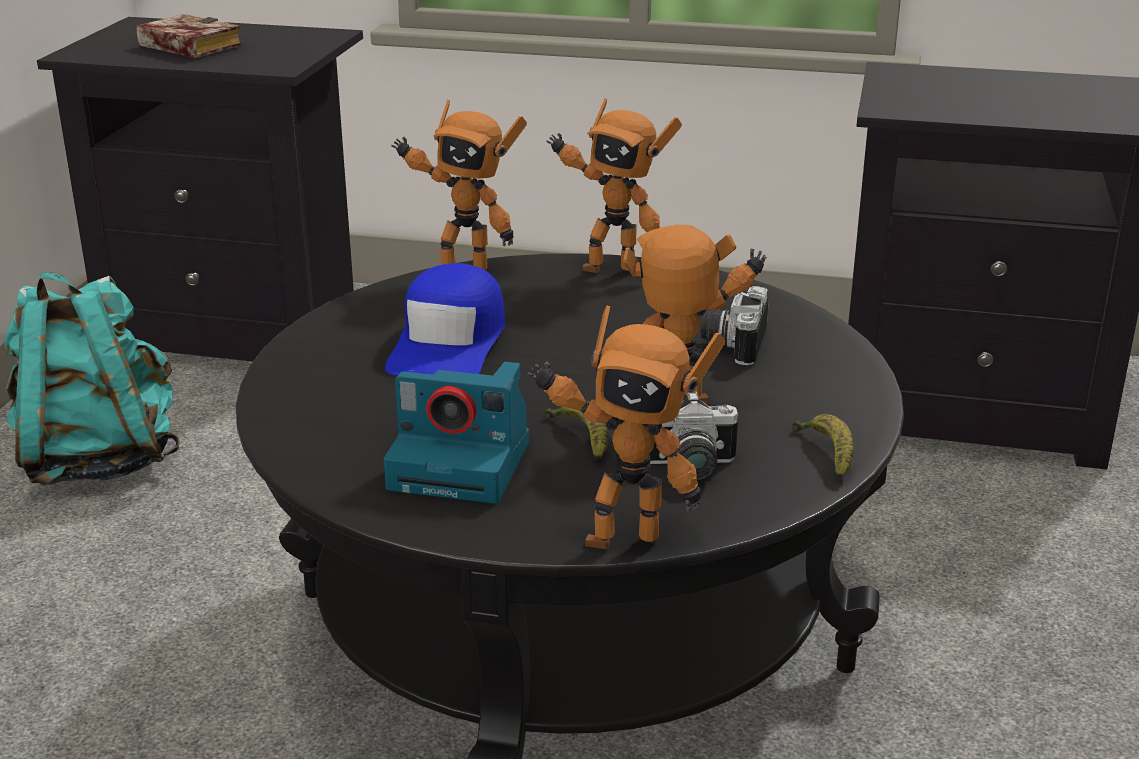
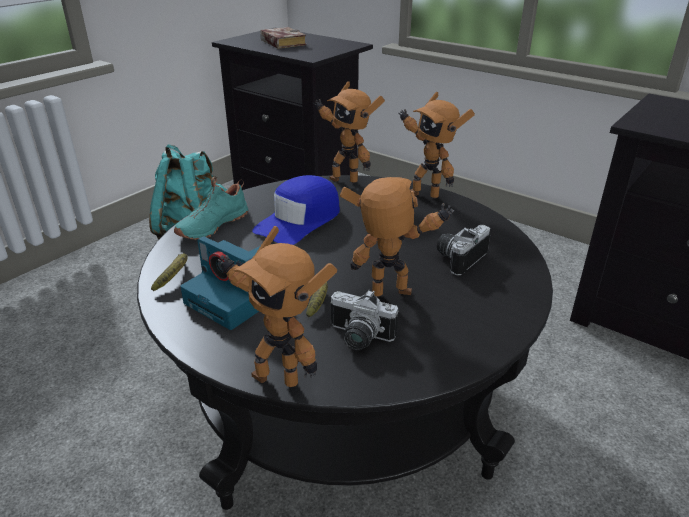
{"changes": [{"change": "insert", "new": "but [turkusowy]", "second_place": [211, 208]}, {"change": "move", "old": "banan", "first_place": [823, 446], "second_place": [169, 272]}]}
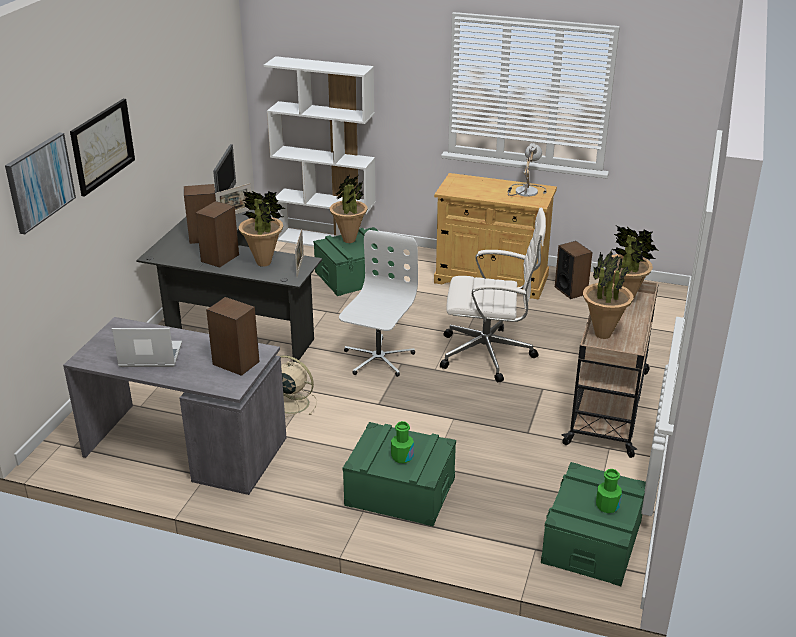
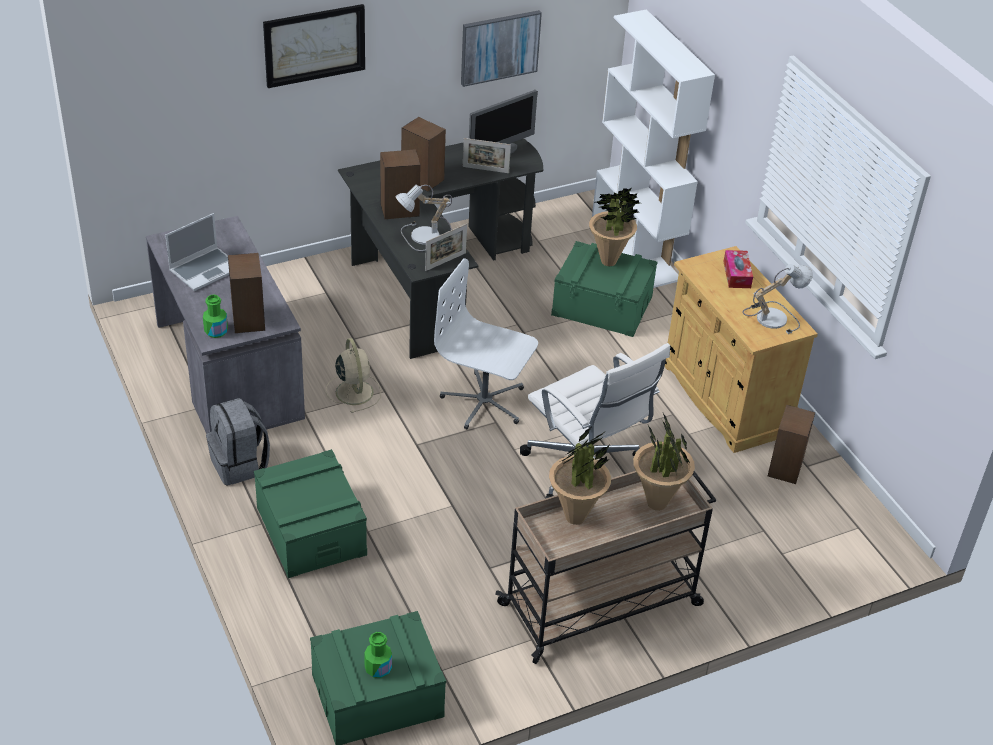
{"changes": [{"change": "insert", "new": "plecak [szary]", "second_place": [238, 442]}, {"change": "insert", "new": "pudełko chusteczek", "second_place": [738, 269]}, {"change": "move", "old": "obraz", "first_place": [40, 183], "second_place": [501, 48]}, {"change": "move", "old": "butelka [zielony]", "first_place": [402, 442], "second_place": [215, 316]}, {"change": "replace", "old": "roślina doniczkowa", "new": "lampa stołowa", "first_place": [262, 229], "second_place": [423, 217]}, {"change": "rotate", "old": "laptop", "first_place": [147, 347], "second_place": [197, 252], "degrees": 90}, {"change": "rotate", "old": "krzesło biurowe [biały]", "first_place": [378, 303], "second_place": [486, 344], "degrees": -135}]}
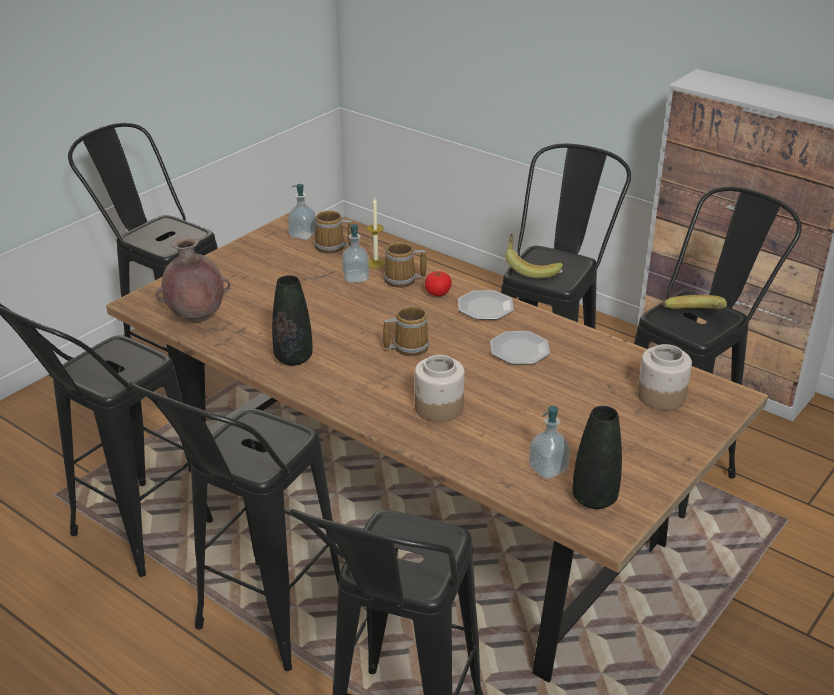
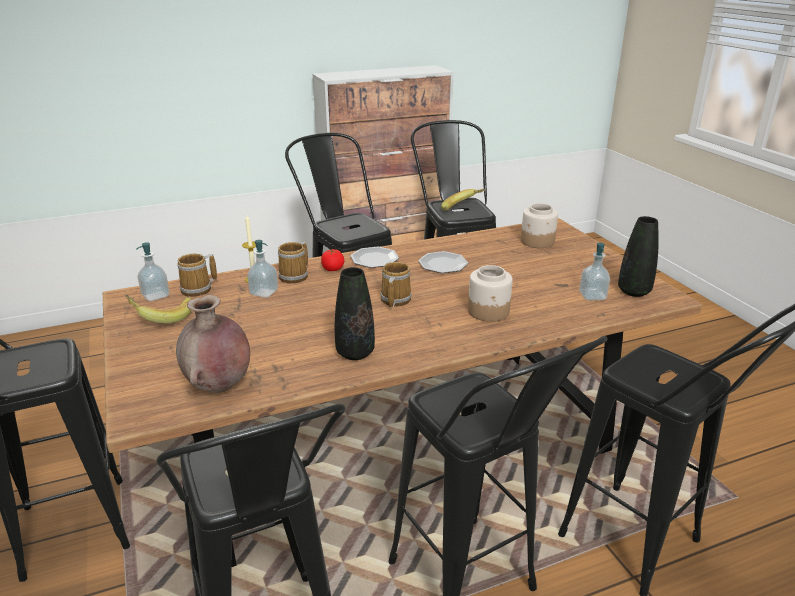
{"changes": [{"change": "move", "old": "banan", "first_place": [534, 256], "second_place": [158, 309]}]}
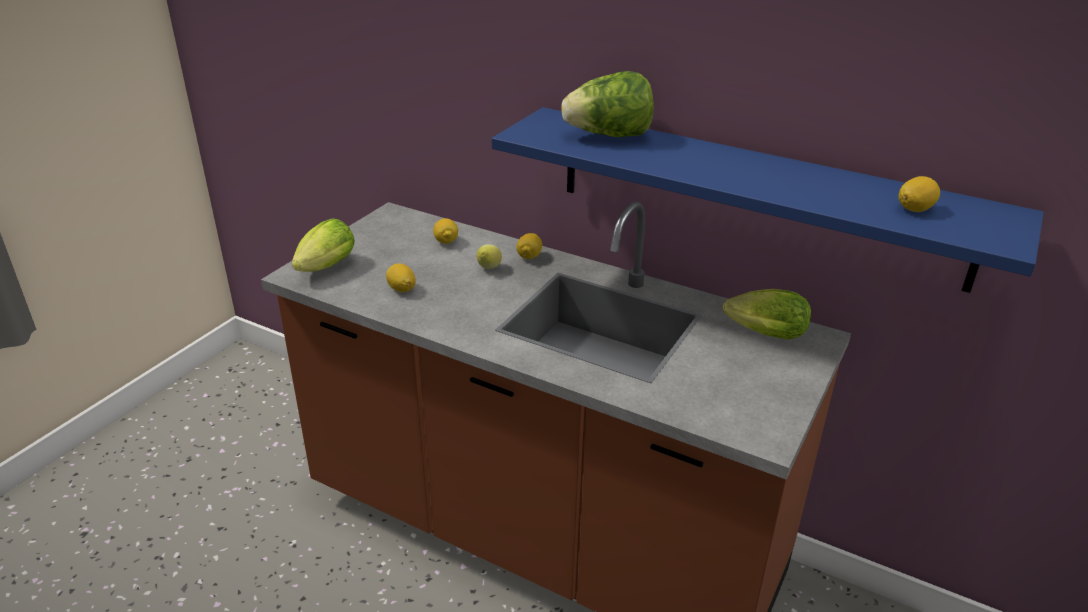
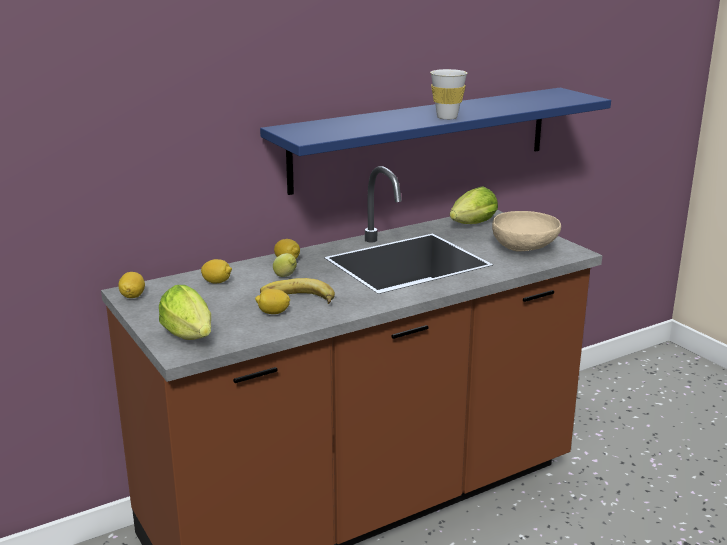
{"changes": [{"change": "delete", "old": "sałata", "first_place": [607, 104]}, {"change": "insert", "new": "banan", "second_place": [297, 291]}, {"change": "insert", "new": "filiżanka [biały]", "second_place": [448, 94]}, {"change": "insert", "new": "miska [beżowy]", "second_place": [526, 231]}, {"change": "move", "old": "cytryna", "first_place": [919, 194], "second_place": [132, 285]}]}
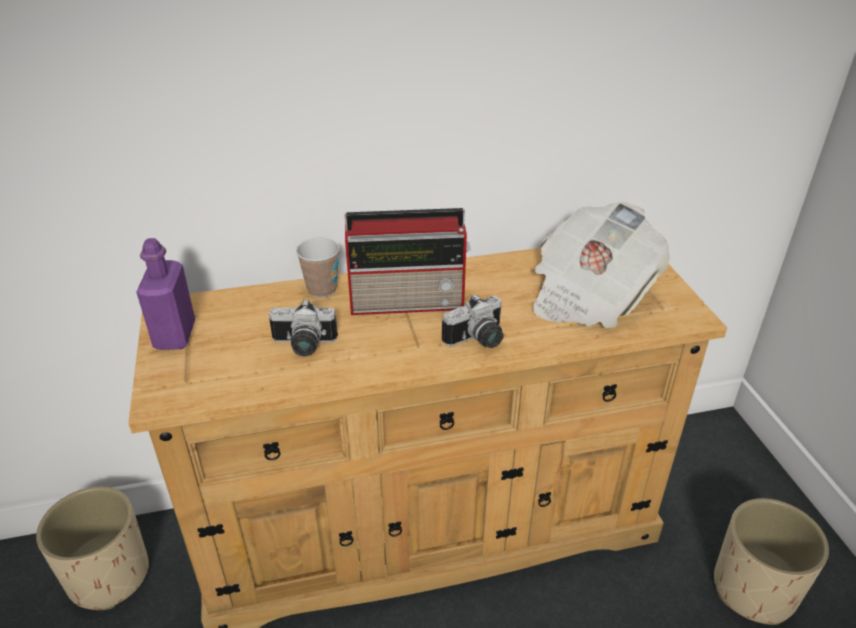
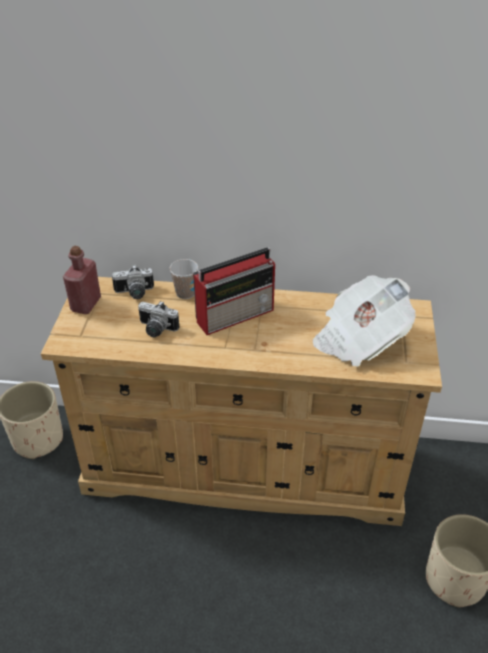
{"changes": [{"change": "move", "old": "aparat fotograficzny", "first_place": [473, 321], "second_place": [133, 282]}, {"change": "recolor", "old": "butelka [fioletowy]", "new": "butelka [czerwony]", "first_place": [165, 294], "second_place": [82, 280]}, {"change": "rotate", "old": "radio", "first_place": [408, 261], "second_place": [234, 291], "degrees": -45}]}
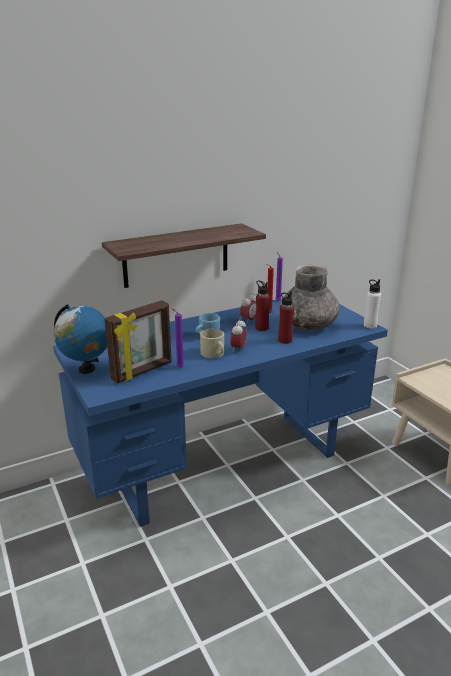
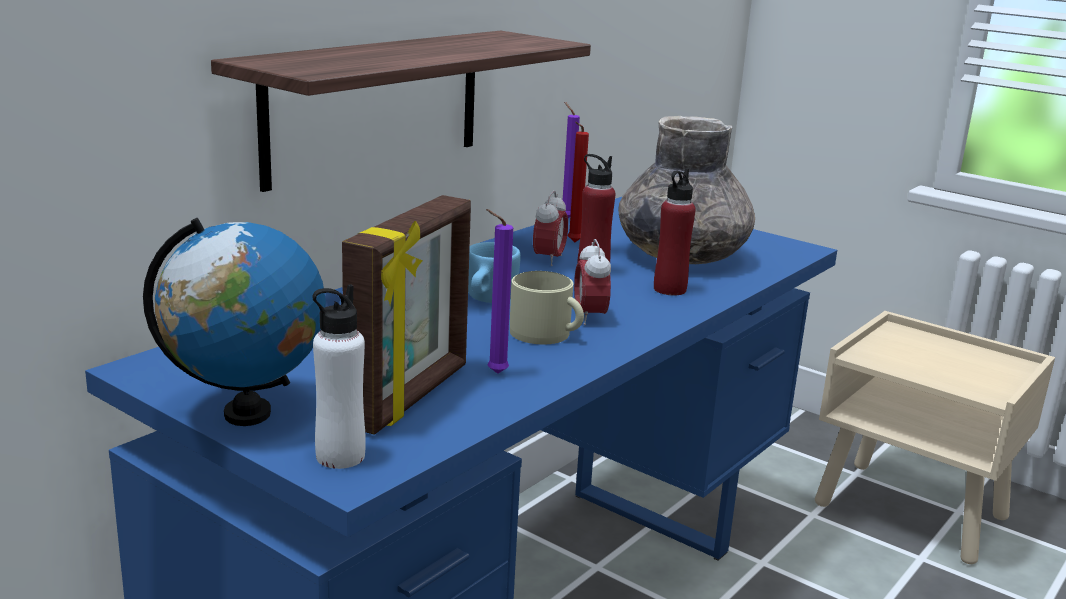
{"changes": [{"change": "move", "old": "butelka [biały]", "first_place": [372, 304], "second_place": [339, 376]}]}
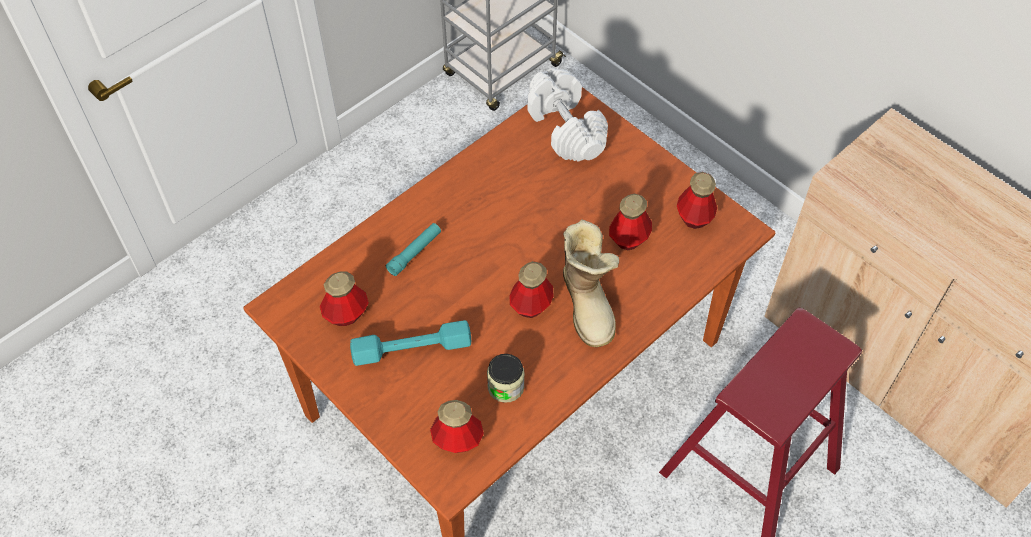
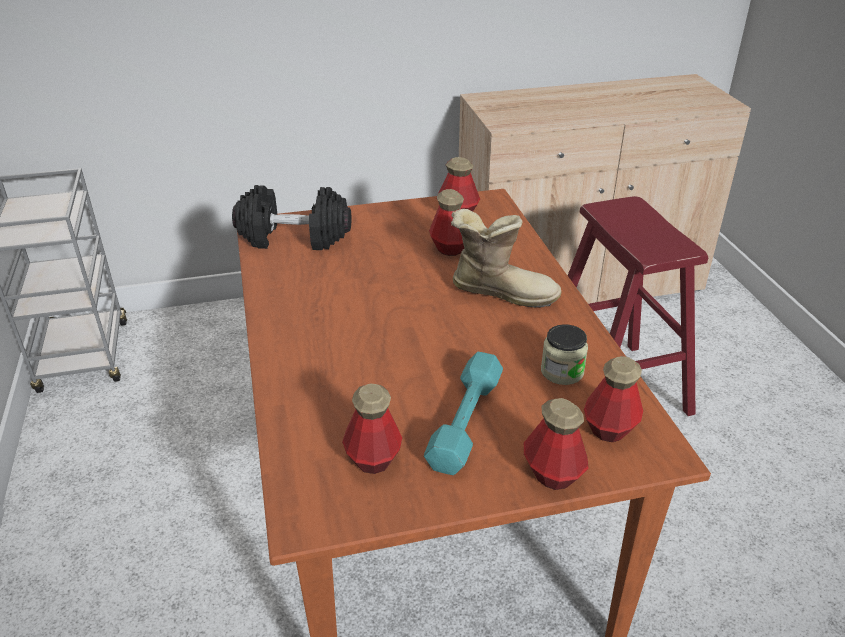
{"changes": [{"change": "delete", "old": "latarka [turkusowy]", "first_place": [413, 249]}, {"change": "move", "old": "butelka", "first_place": [531, 289], "second_place": [556, 444]}, {"change": "recolor", "old": "hantel [biały]", "new": "hantel [czarny]", "first_place": [567, 115], "second_place": [291, 217]}]}
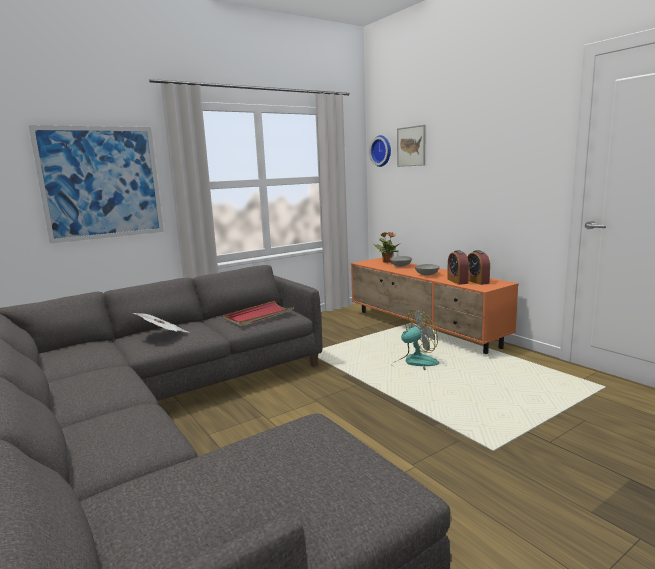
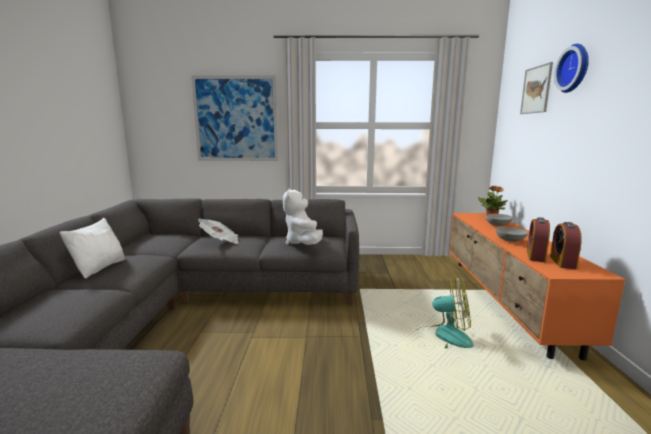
{"changes": [{"change": "insert", "new": "poduszka [biały]", "second_place": [92, 248]}, {"change": "move", "old": "zegar ścienny", "first_place": [380, 151], "second_place": [571, 68]}, {"change": "replace", "old": "taca [czerwony]", "new": "pluszak [biały]", "first_place": [259, 314], "second_place": [303, 217]}]}
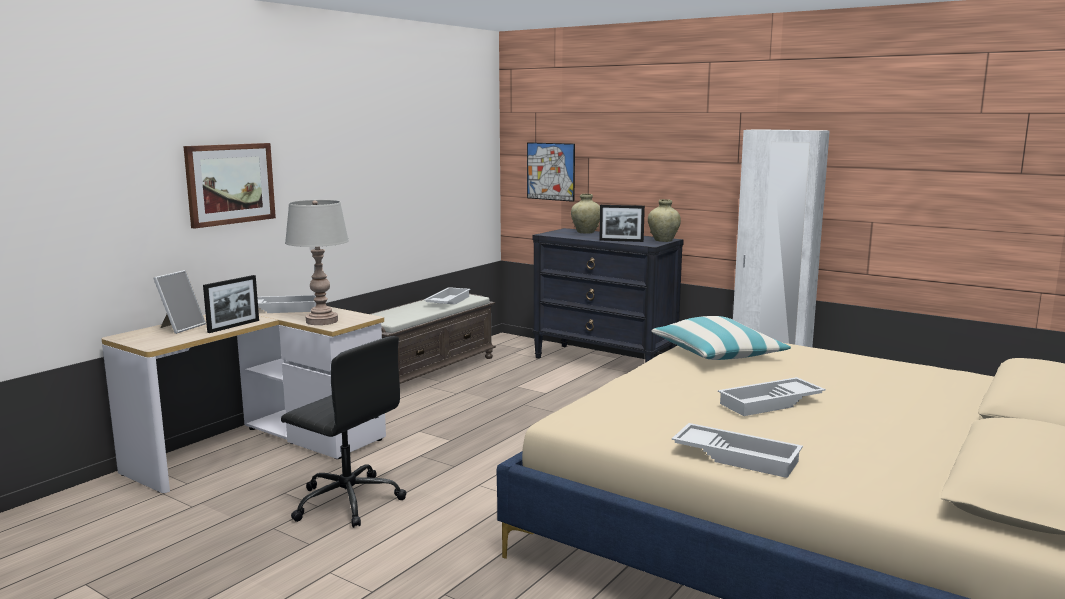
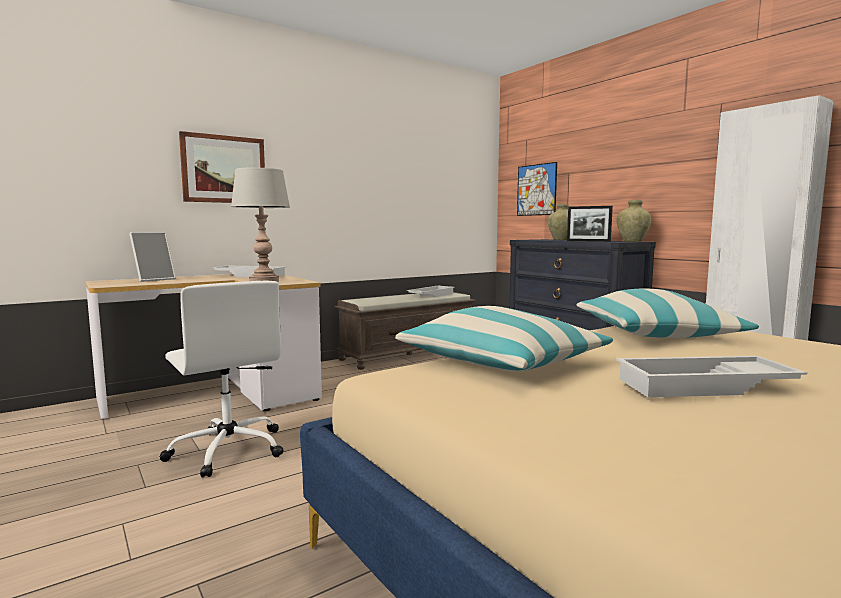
{"changes": [{"change": "delete", "old": "ramka na zdjęcie", "first_place": [231, 304]}, {"change": "delete", "old": "taca [biały]", "first_place": [737, 450]}, {"change": "insert", "new": "poduszka", "second_place": [504, 339]}, {"change": "recolor", "old": "krzesło biurowe [czarny]", "new": "krzesło biurowe [biały]", "first_place": [344, 432], "second_place": [221, 379]}]}
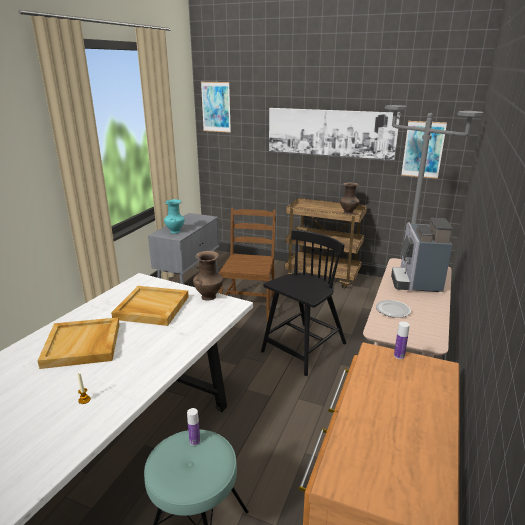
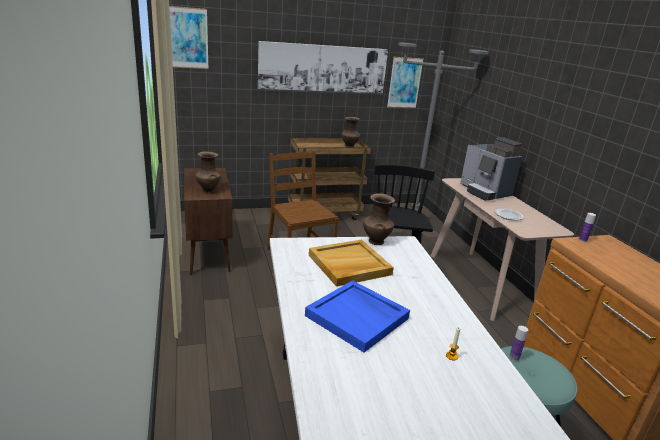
{"changes": [{"change": "recolor", "old": "taca [beżowy]", "new": "taca [niebieski]", "first_place": [79, 343], "second_place": [357, 316]}, {"change": "recolor", "old": "szafka [szary]", "new": "szafka [brązowy]", "first_place": [183, 248], "second_place": [208, 221]}, {"change": "recolor", "old": "wazon [turkusowy]", "new": "wazon [brązowy]", "first_place": [174, 216], "second_place": [208, 172]}]}
